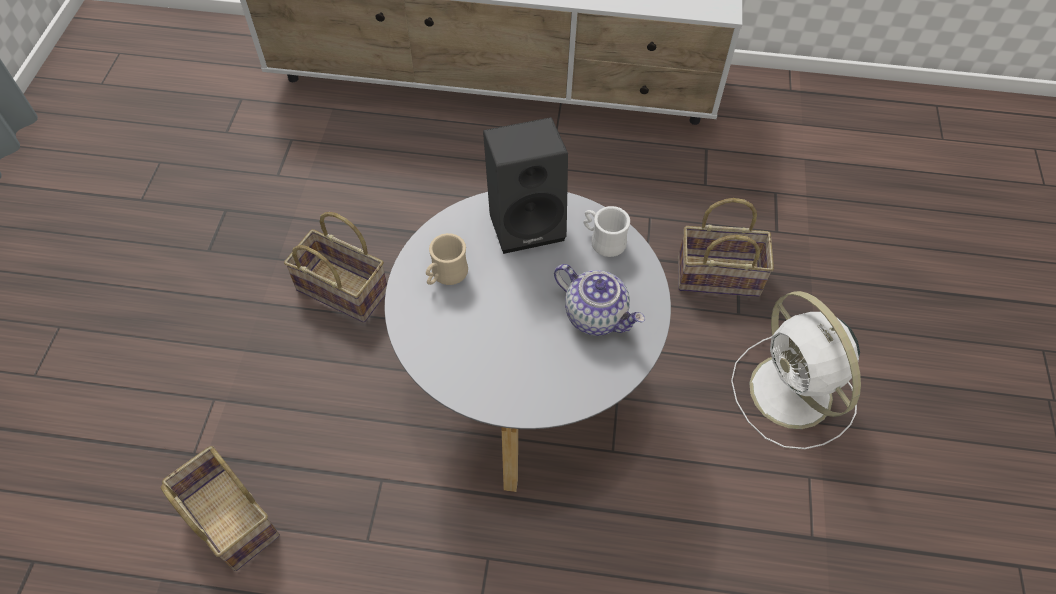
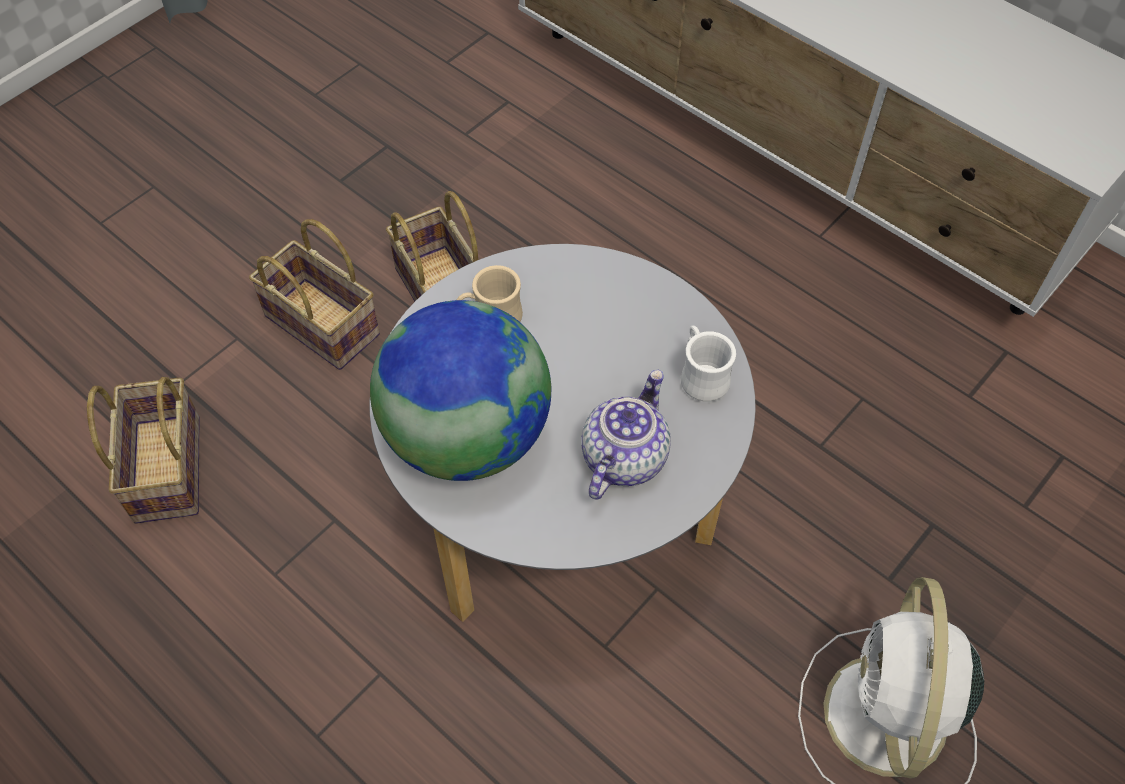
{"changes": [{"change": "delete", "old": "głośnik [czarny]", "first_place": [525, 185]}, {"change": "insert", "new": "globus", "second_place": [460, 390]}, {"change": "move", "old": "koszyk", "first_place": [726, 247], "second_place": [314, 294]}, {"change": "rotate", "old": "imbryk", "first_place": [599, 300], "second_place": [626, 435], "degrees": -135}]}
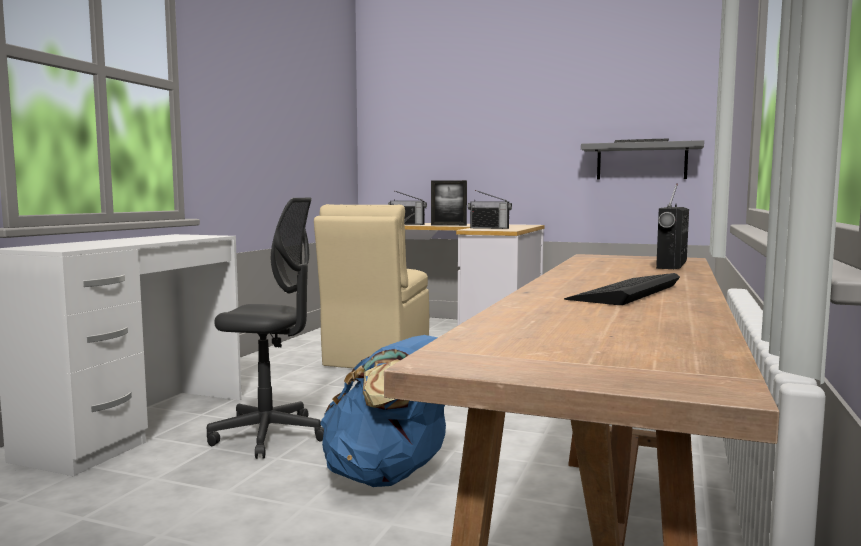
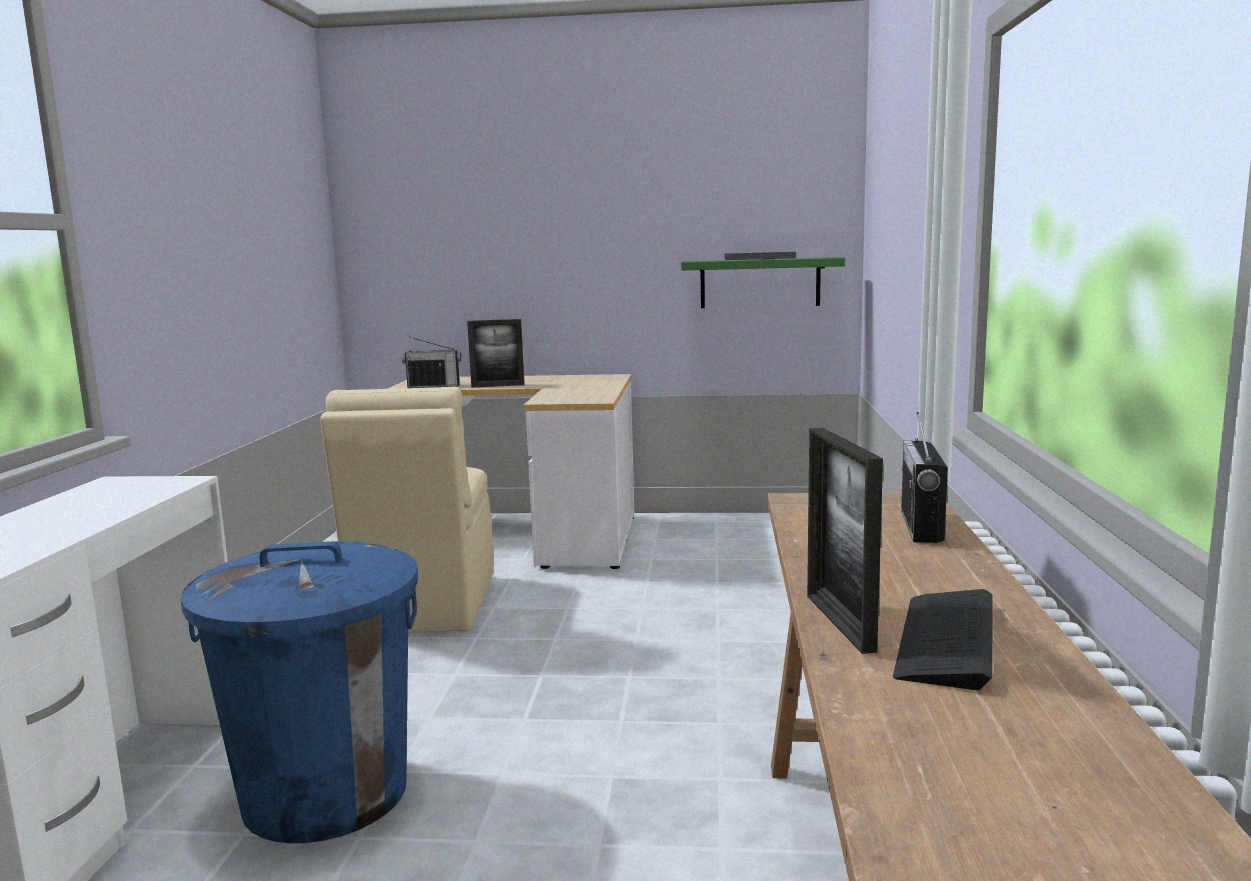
{"changes": [{"change": "delete", "old": "plecak [niebieski]", "first_place": [383, 411]}, {"change": "delete", "old": "radio", "first_place": [490, 209]}, {"change": "insert", "new": "ramka na zdjęcie", "second_place": [845, 541]}, {"change": "replace", "old": "krzesło biurowe [szary]", "new": "kosz na śmieci [niebieski]", "first_place": [265, 328], "second_place": [299, 692]}, {"change": "recolor", "old": "półka [szary]", "new": "półka [zielony]", "first_place": [642, 160], "second_place": [763, 282]}]}
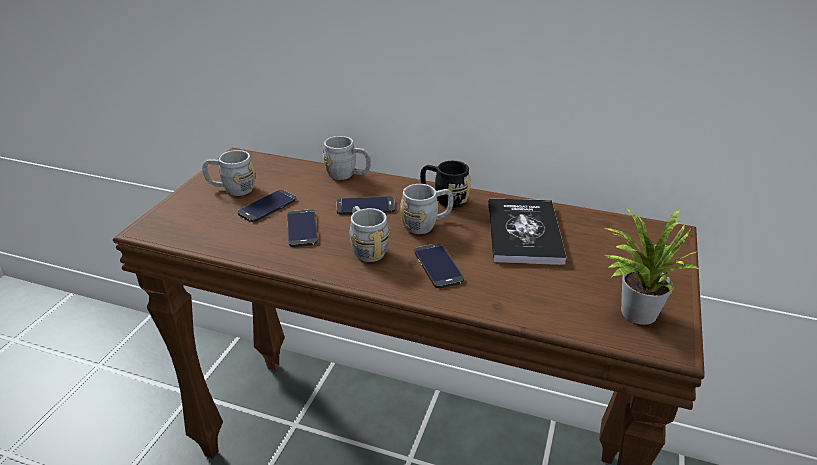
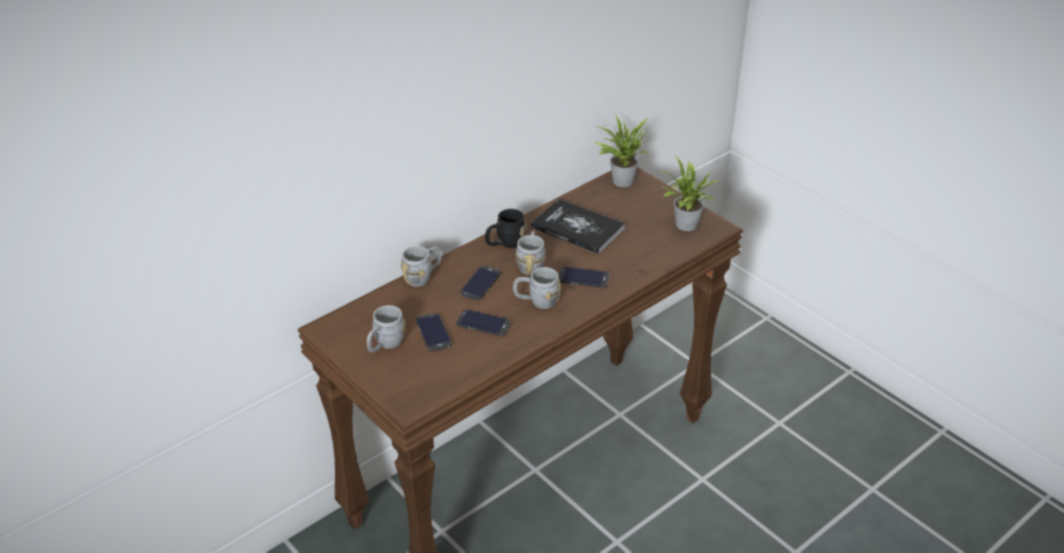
{"changes": [{"change": "insert", "new": "roślina doniczkowa", "second_place": [622, 151]}]}
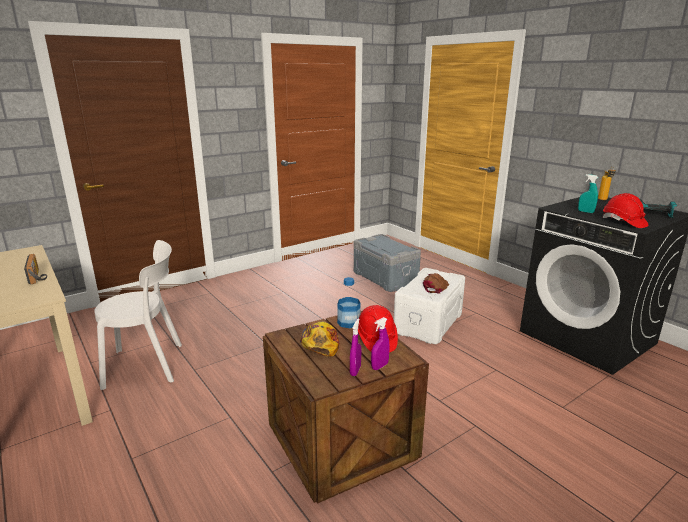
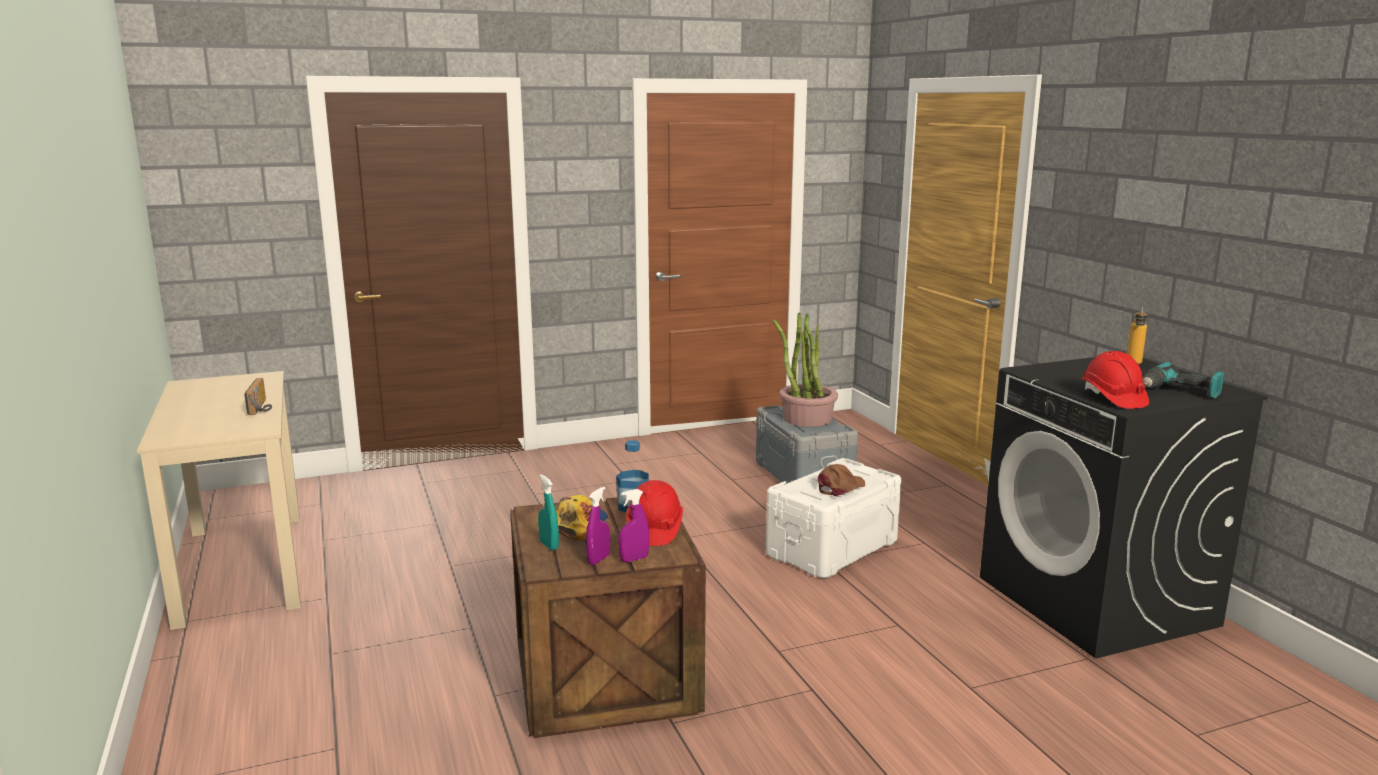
{"changes": [{"change": "delete", "old": "krzesło [biały]", "first_place": [138, 315]}, {"change": "insert", "new": "roślina doniczkowa", "second_place": [805, 370]}, {"change": "move", "old": "spryskiwacz [turkusowy]", "first_place": [588, 193], "second_place": [548, 512]}]}
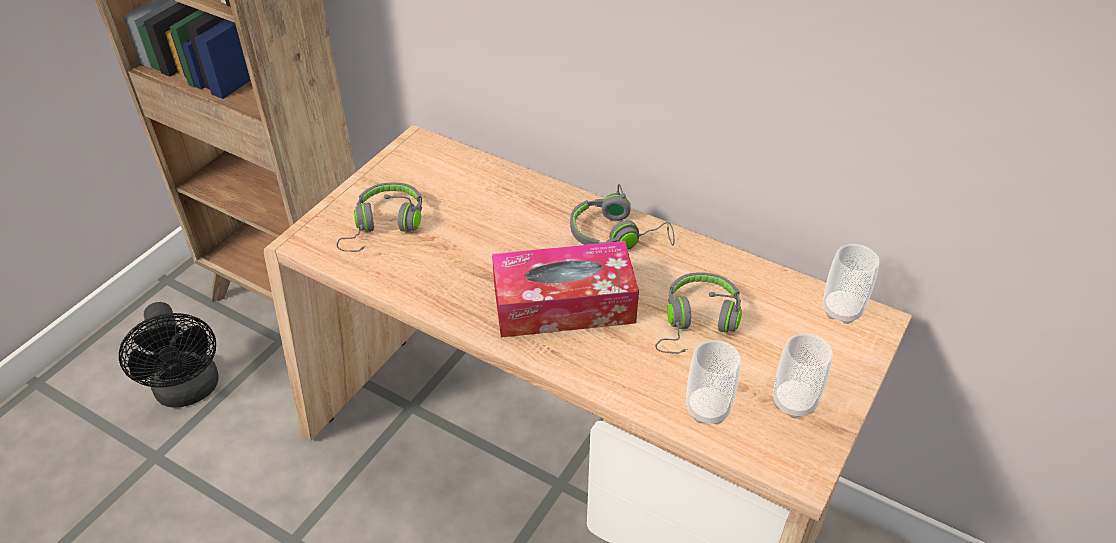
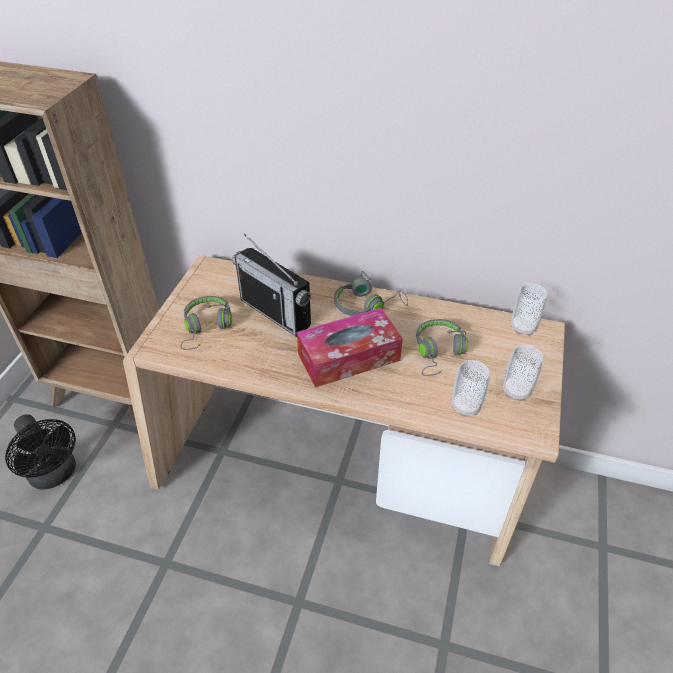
{"changes": [{"change": "insert", "new": "radio", "second_place": [271, 285]}]}
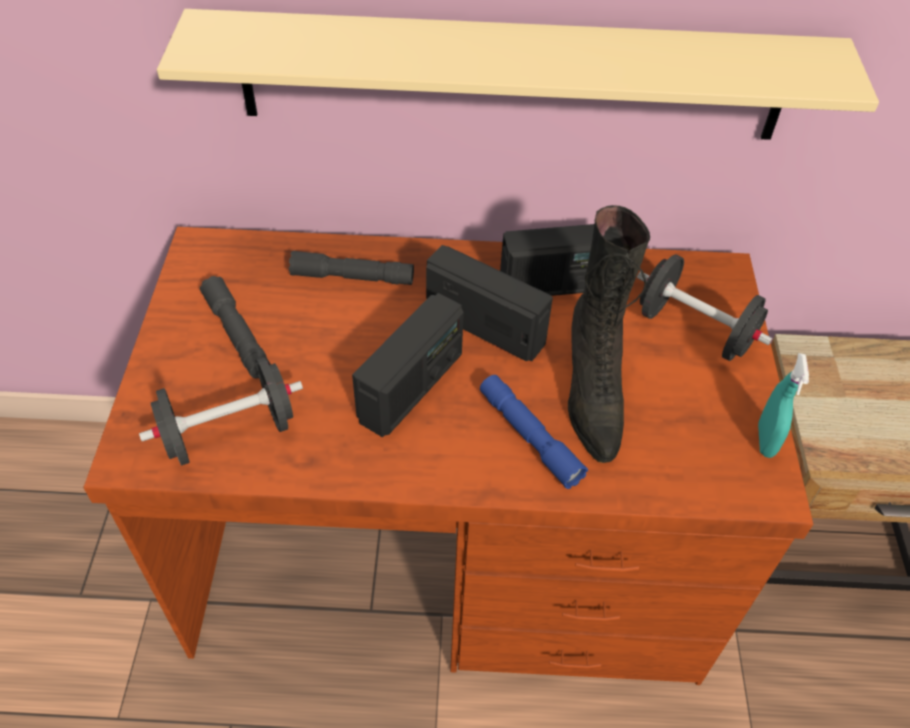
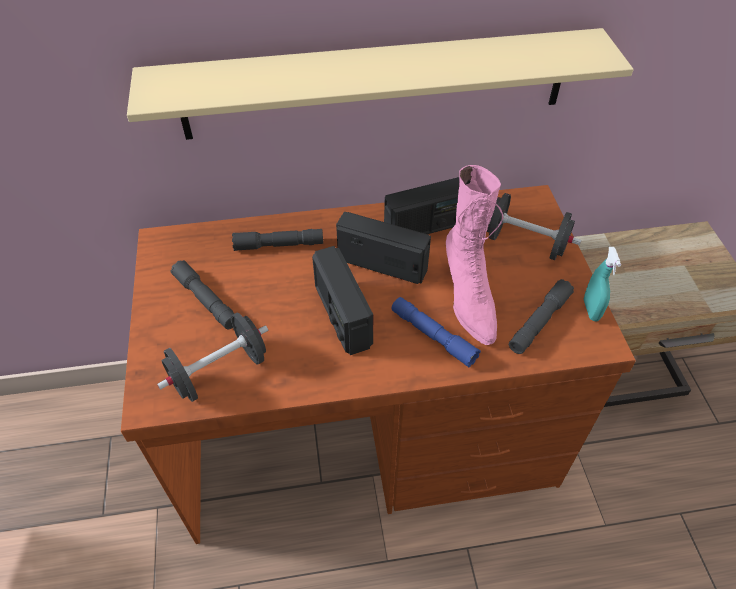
{"changes": [{"change": "insert", "new": "latarka [szary]", "second_place": [541, 316]}, {"change": "recolor", "old": "but z cholewką [czarny]", "new": "but z cholewką [różowy]", "first_place": [609, 334], "second_place": [474, 255]}, {"change": "rotate", "old": "radio", "first_place": [408, 365], "second_place": [342, 300], "degrees": 135}]}
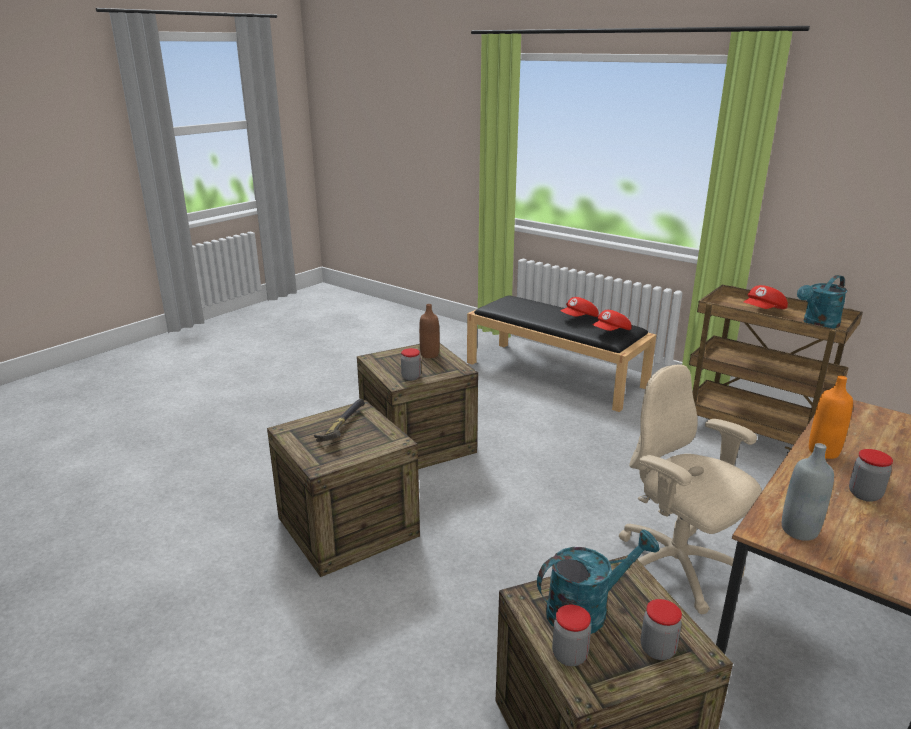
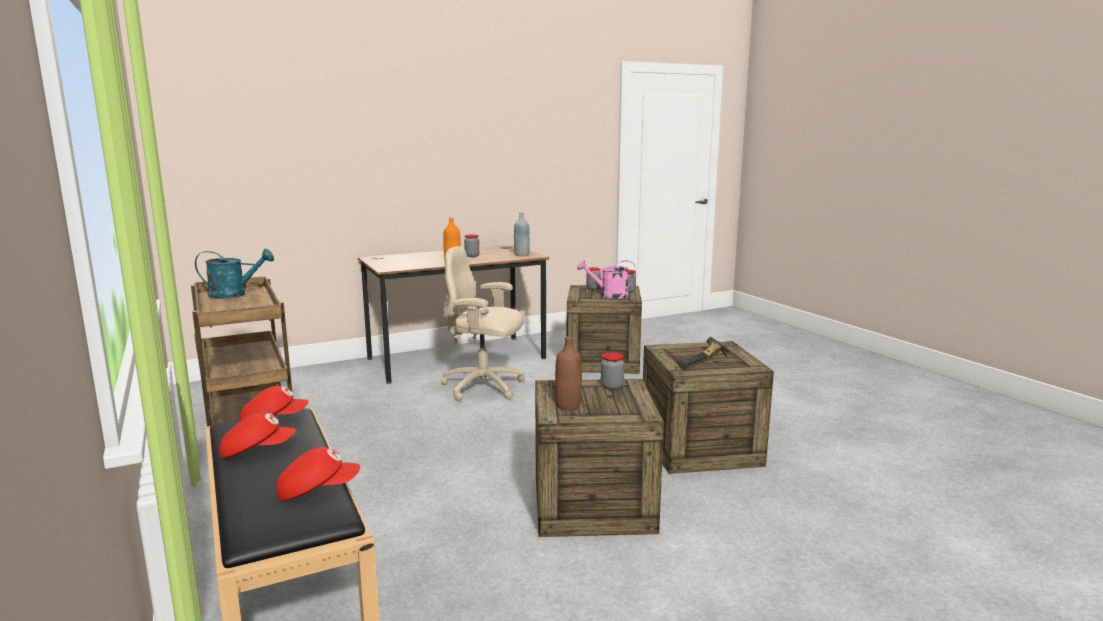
{"changes": [{"change": "move", "old": "czapka z daszkiem [czerwony]", "first_place": [766, 297], "second_place": [318, 473]}, {"change": "recolor", "old": "konewka [turkusowy]", "new": "konewka [różowy]", "first_place": [598, 582], "second_place": [606, 279]}, {"change": "rotate", "old": "krzesło biurowe [beżowy]", "first_place": [690, 489], "second_place": [483, 323], "degrees": 120}]}
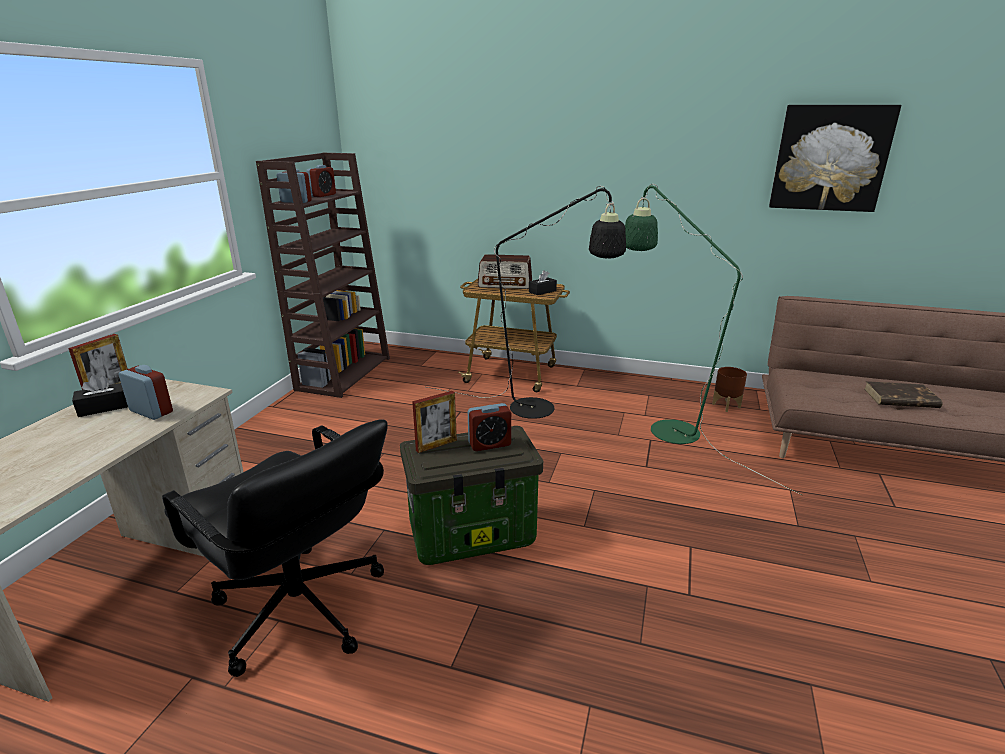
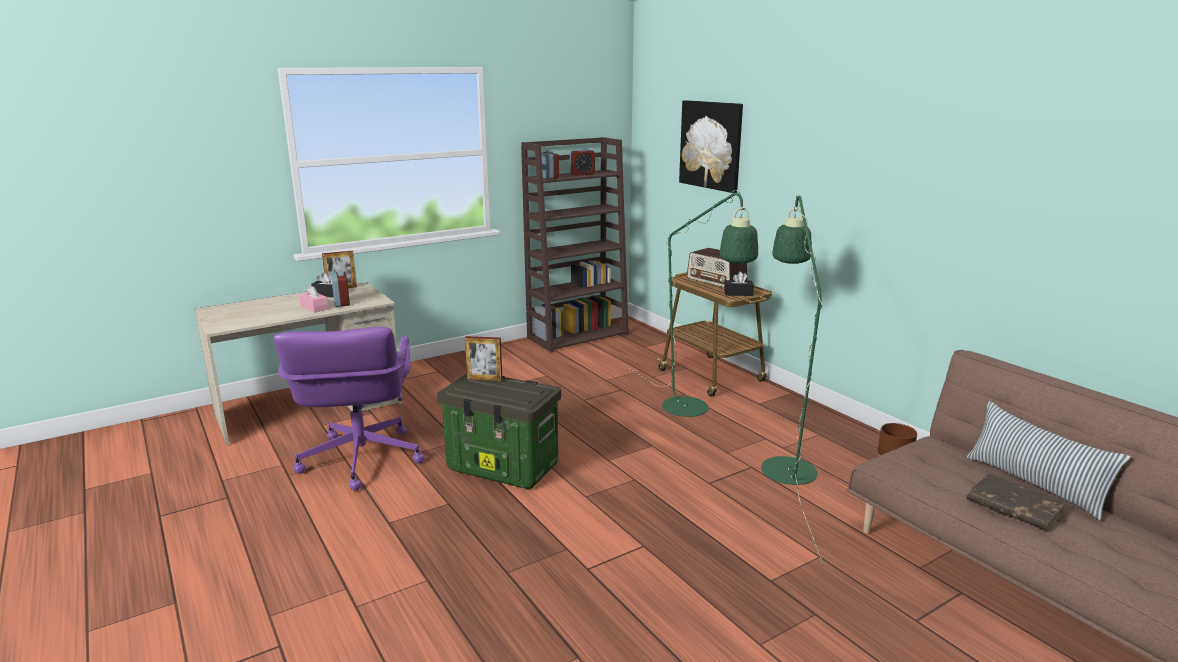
{"changes": [{"change": "delete", "old": "budzik", "first_place": [489, 427]}, {"change": "insert", "new": "pudełko chusteczek [różowy]", "second_place": [314, 298]}, {"change": "insert", "new": "poduszka", "second_place": [1048, 460]}, {"change": "move", "old": "obraz", "first_place": [835, 158], "second_place": [711, 146]}, {"change": "recolor", "old": "krzesło biurowe [czarny]", "new": "krzesło biurowe [fioletowy]", "first_place": [275, 548], "second_place": [349, 408]}, {"change": "recolor", "old": "lampa stojąca [czarny]", "new": "lampa stojąca [zielony]", "first_place": [526, 302], "second_place": [690, 303]}]}
